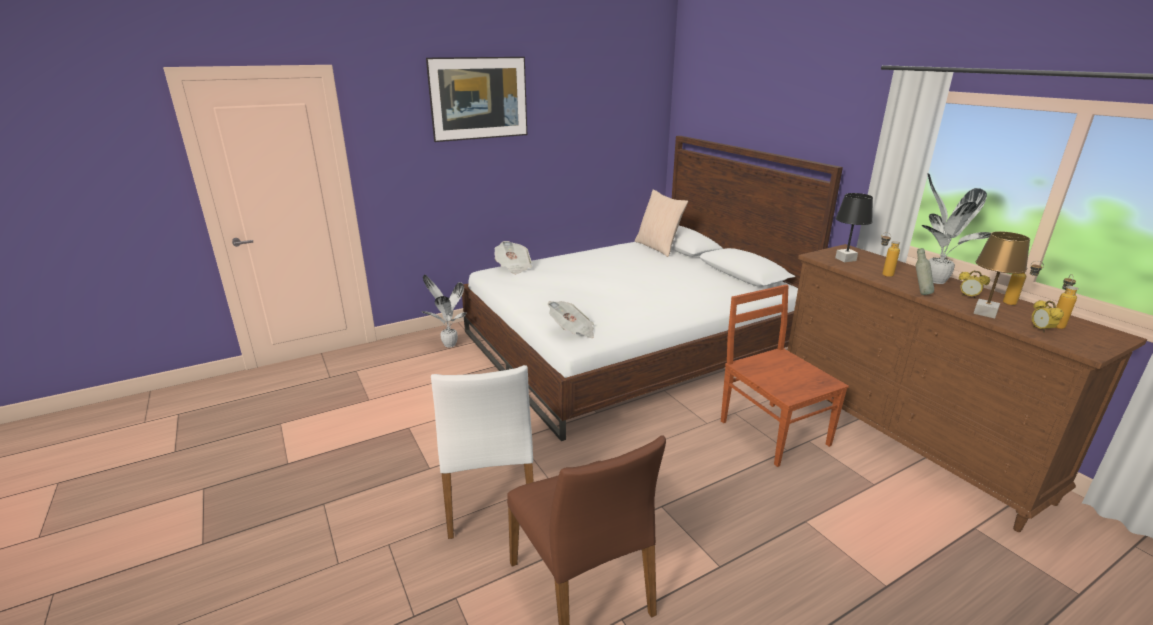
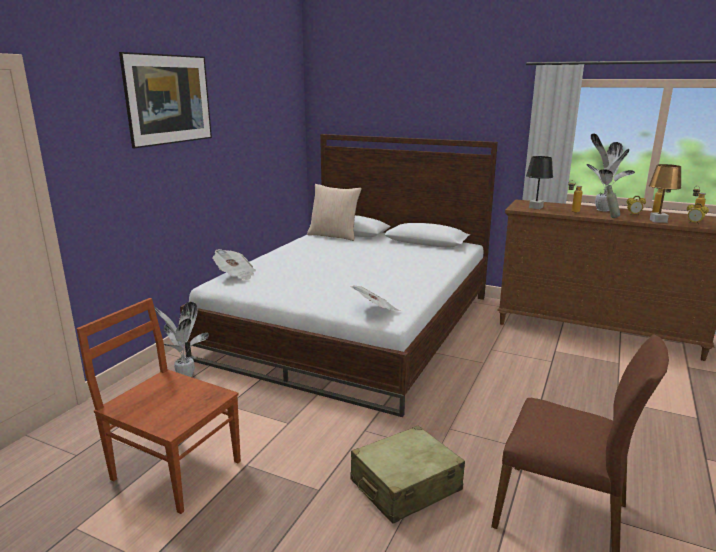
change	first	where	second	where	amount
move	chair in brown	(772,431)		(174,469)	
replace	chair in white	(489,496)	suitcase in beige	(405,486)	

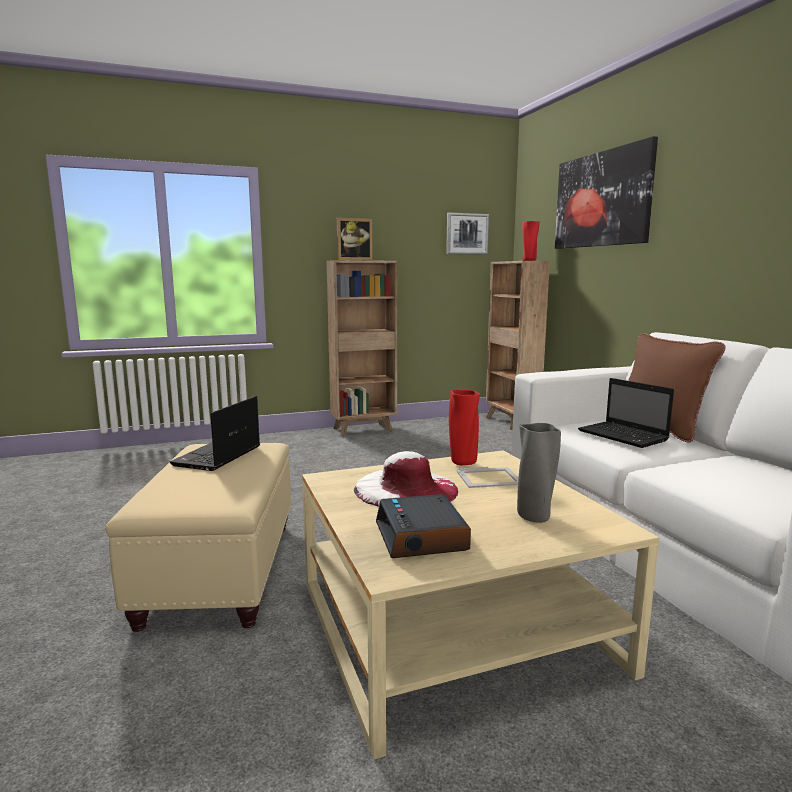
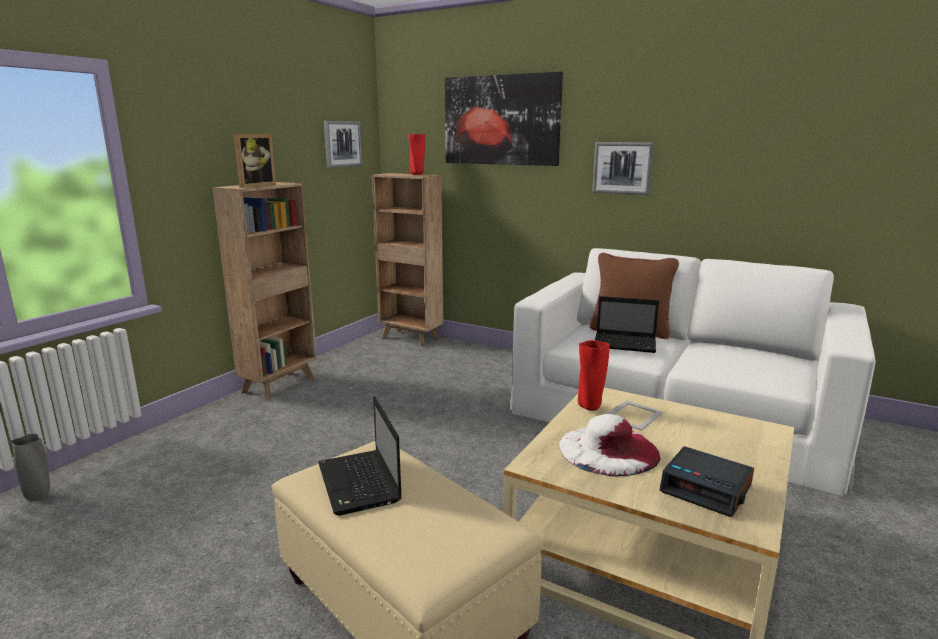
change	first	where	second	where	amount
insert			picture	(622,168)	
move	vase in grey	(535,517)		(39,496)	

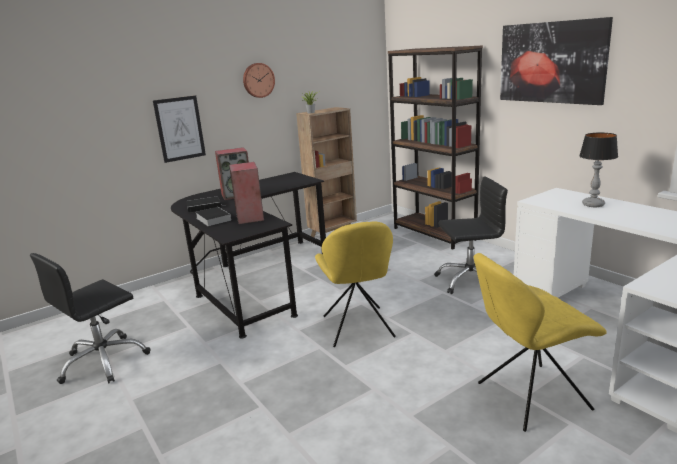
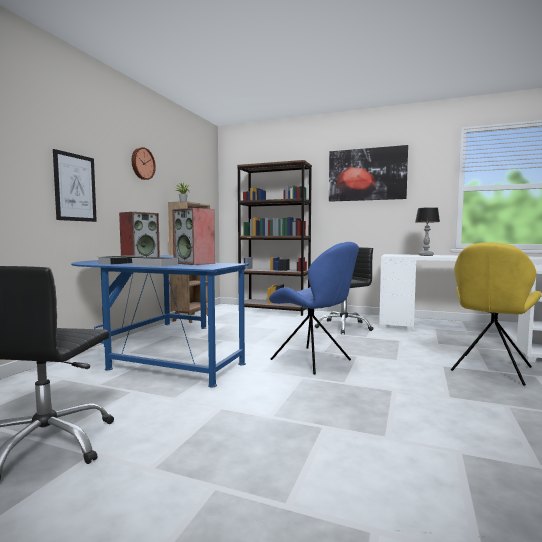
change	first	where	second	where	amount
recolor	desk in black	(254,280)	desk in blue	(158,350)	
recolor	chair in yellow	(358,328)	chair in blue	(313,361)	

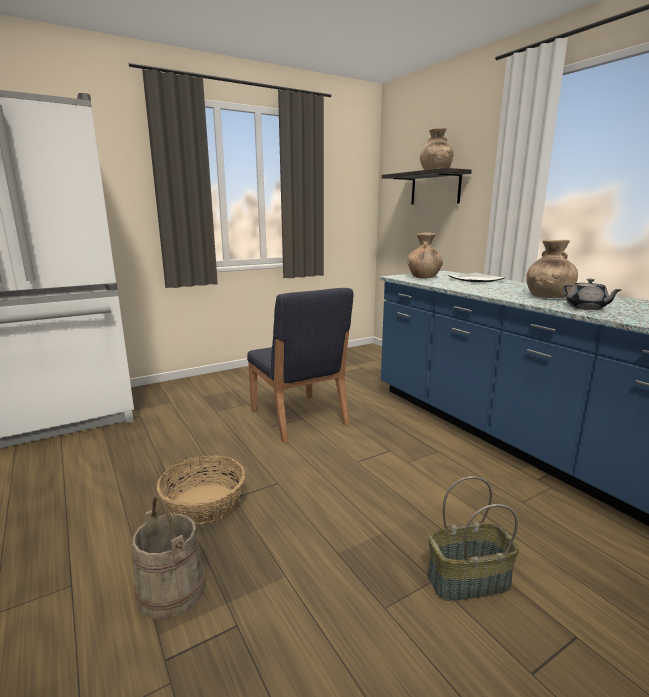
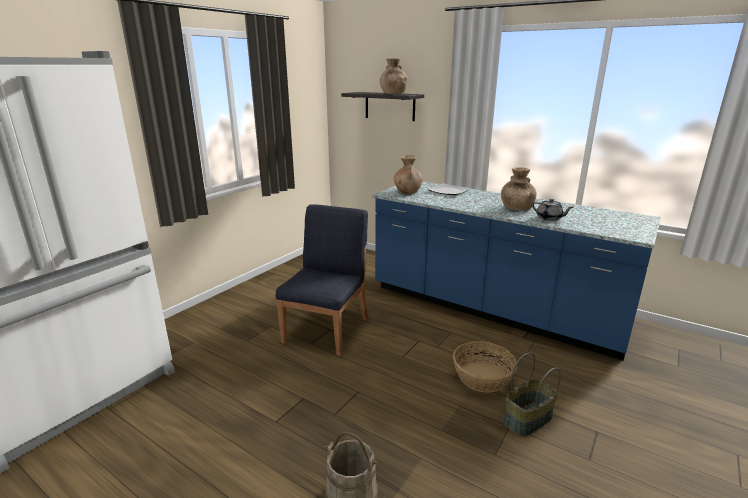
change	first	where	second	where	amount
move	basket	(203,504)		(482,377)	
rotate	chair in blue	(298,417)		(327,329)	105 degrees counterclockwise

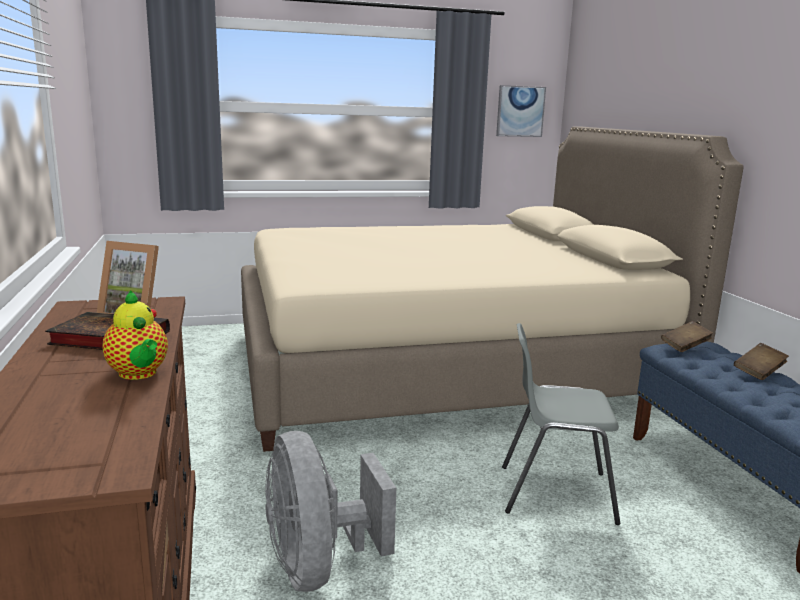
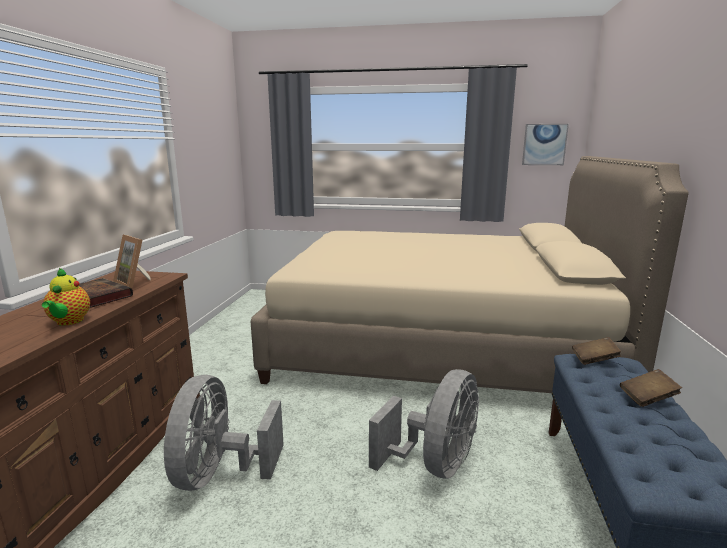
change	first	where	second	where	amount
replace	chair in grey	(555,493)	fan in grey	(435,464)	

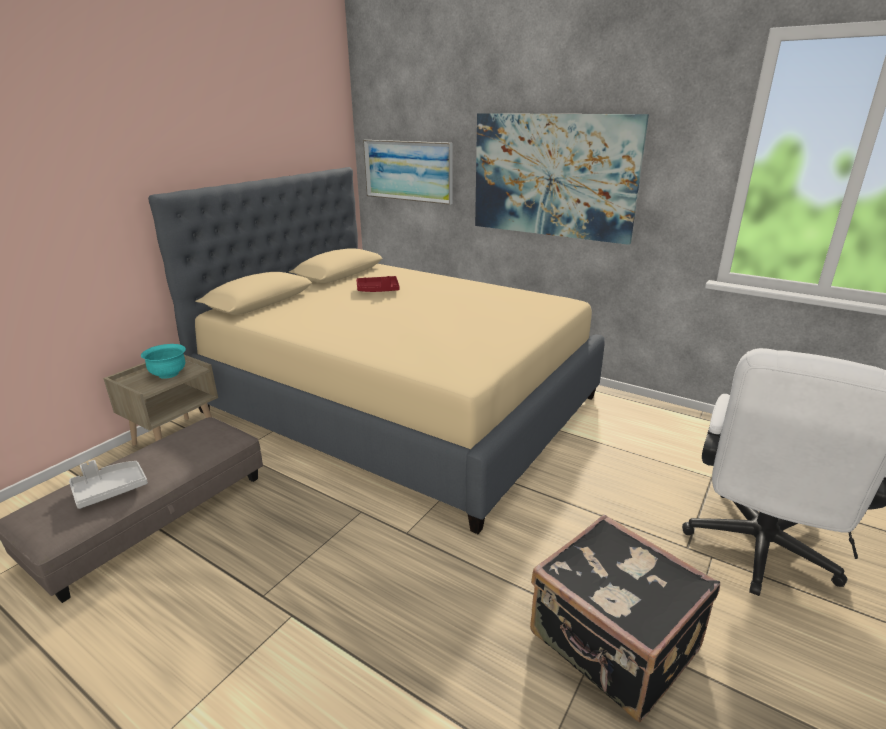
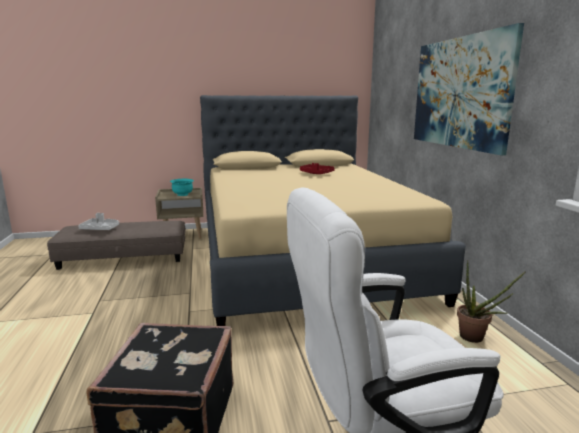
change	first	where	second	where	amount
delete	picture	(408,171)			
insert			potted plant	(476,338)	

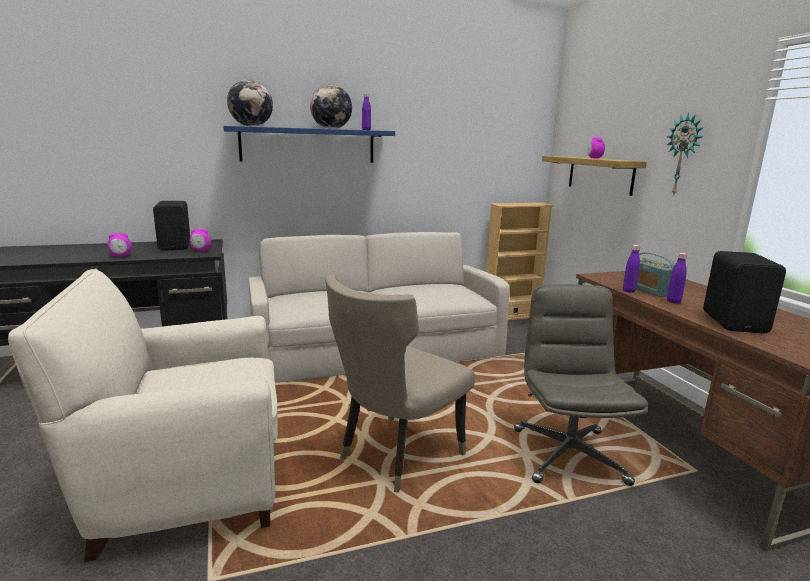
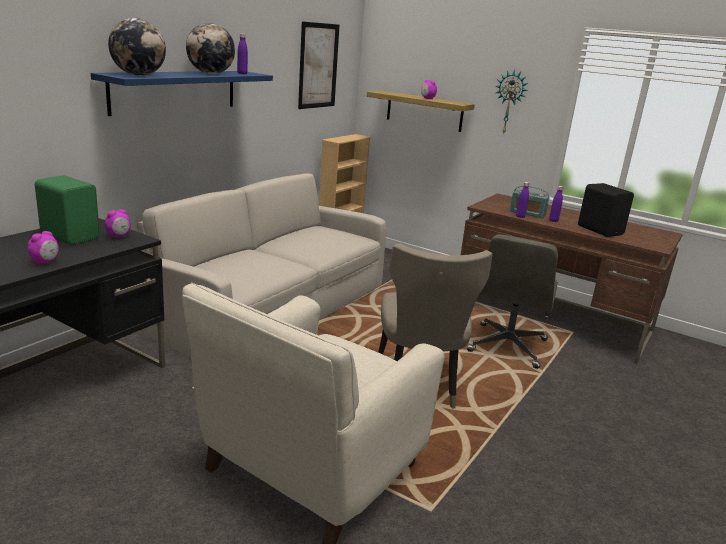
change	first	where	second	where	amount
insert			picture	(318,66)	
recolor	speaker in black	(176,246)	speaker in green	(71,236)	
rotate	office chair in grey	(567,455)		(507,346)	120 degrees counterclockwise

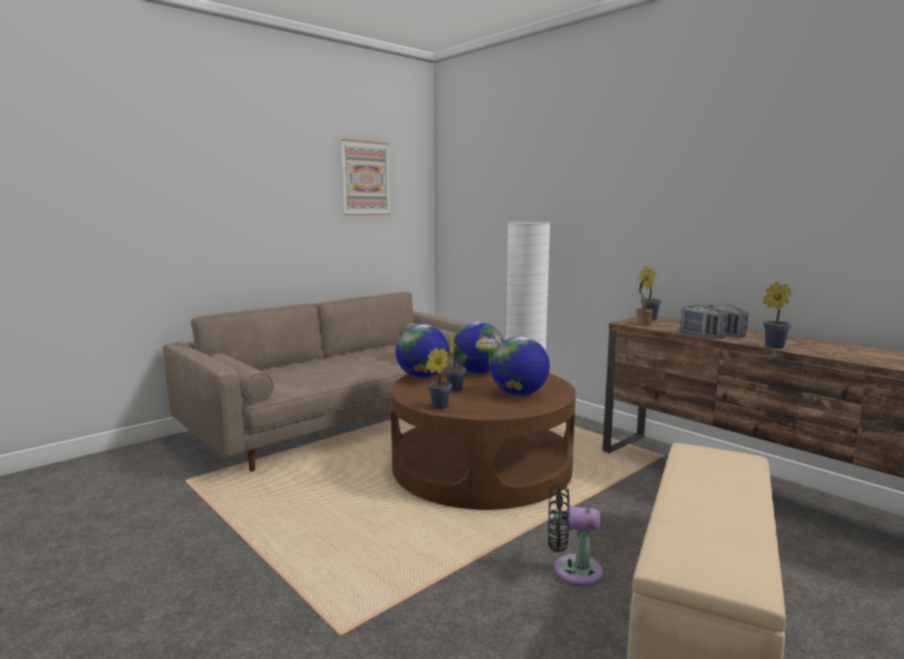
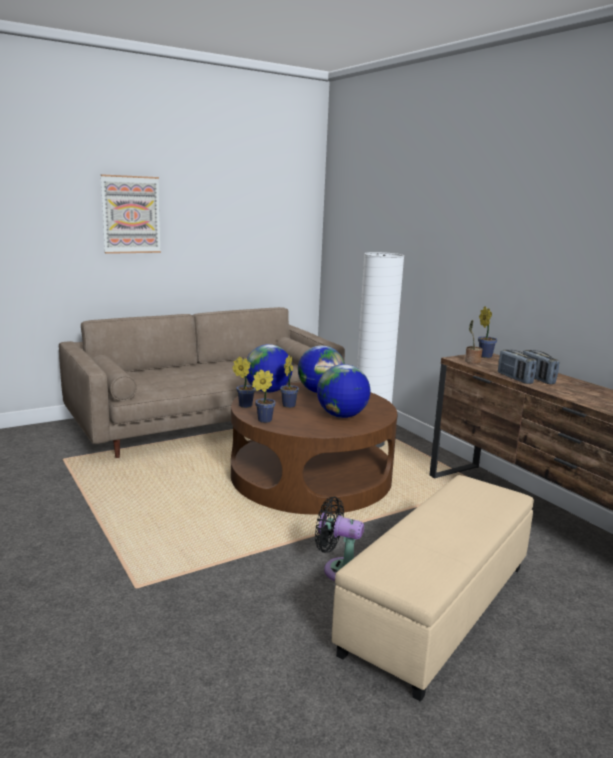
change	first	where	second	where	amount
move	picture	(365,178)		(131,214)	
move	potted plant	(772,346)		(244,405)	

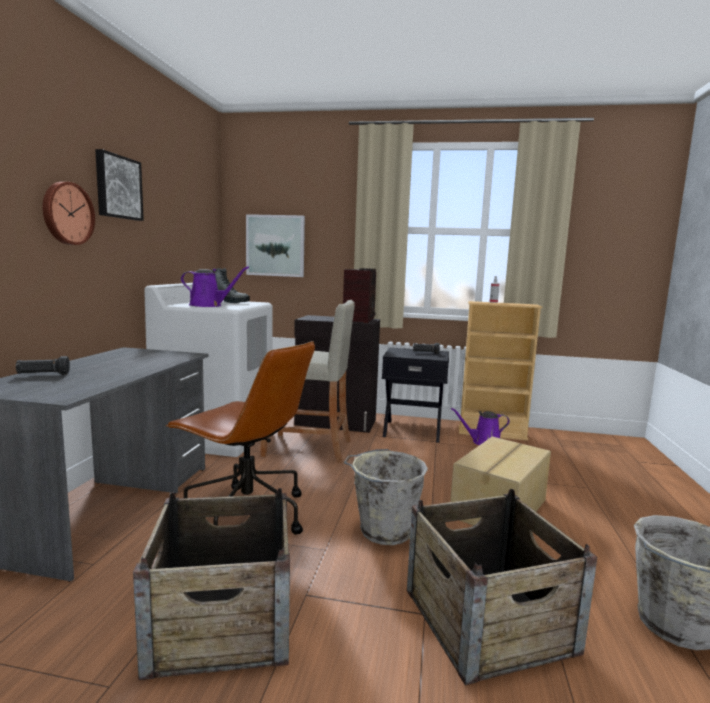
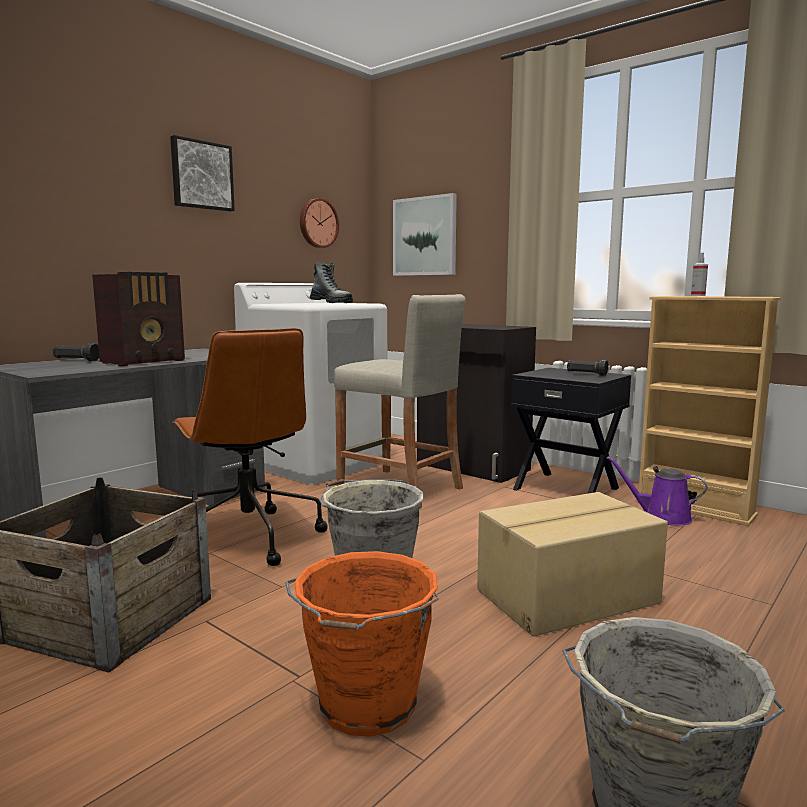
change	first	where	second	where	amount
delete	watering can in purple	(209,305)			
move	wall clock	(67,213)		(317,223)	
move	radio	(359,320)		(145,361)	
replace	crate	(488,619)	bucket in orange	(366,707)	

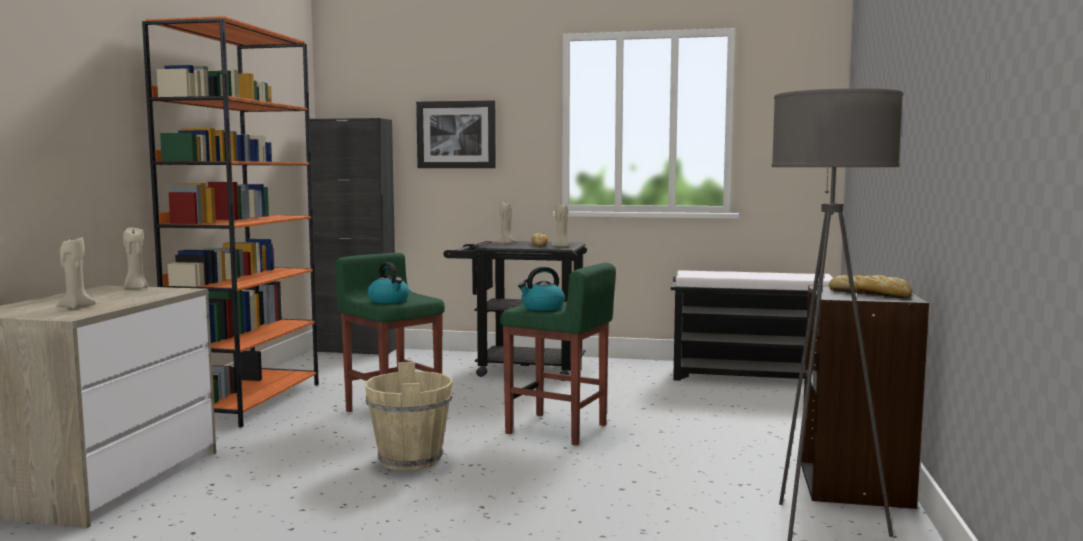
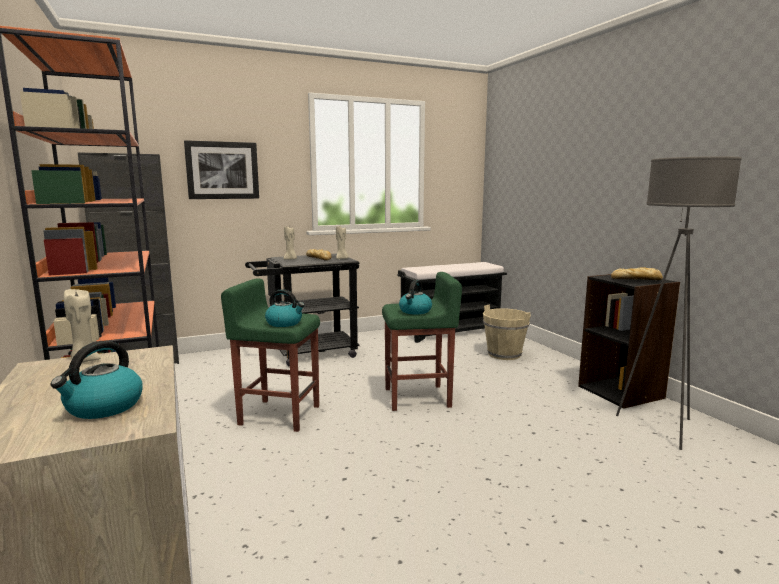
change	first	where	second	where	amount
move	bucket in beige	(410,459)		(504,354)	
replace	candle in beige	(76,307)	kettle	(103,407)	

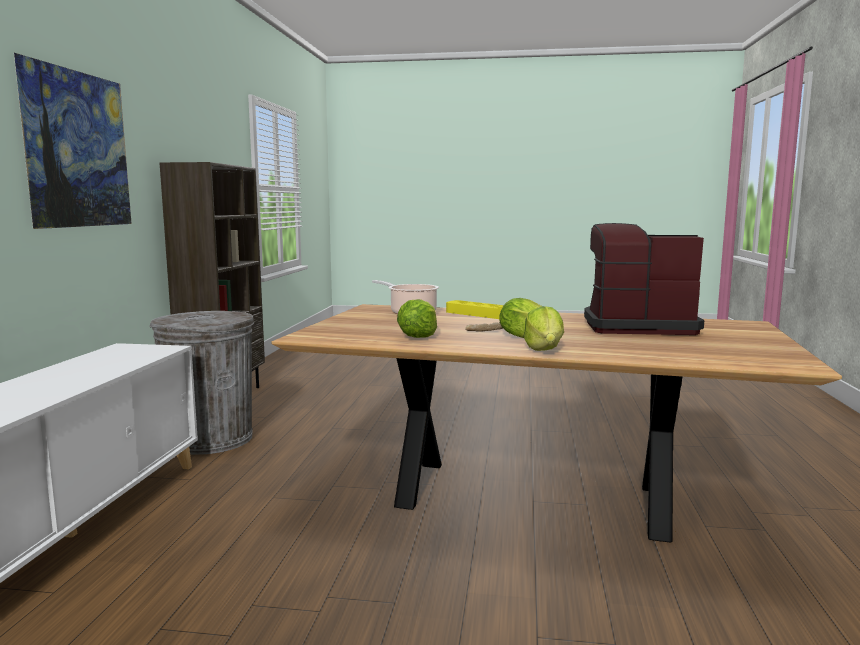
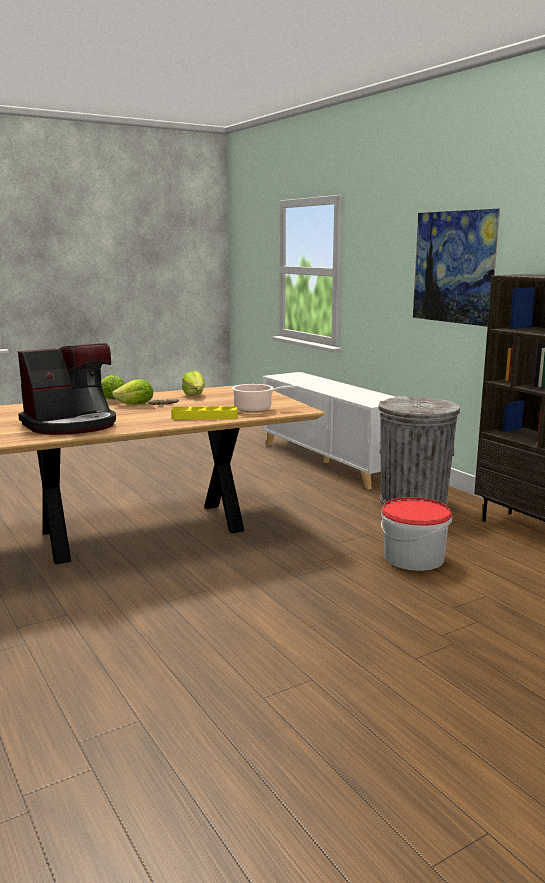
change	first	where	second	where	amount
insert			bucket	(413,557)	

